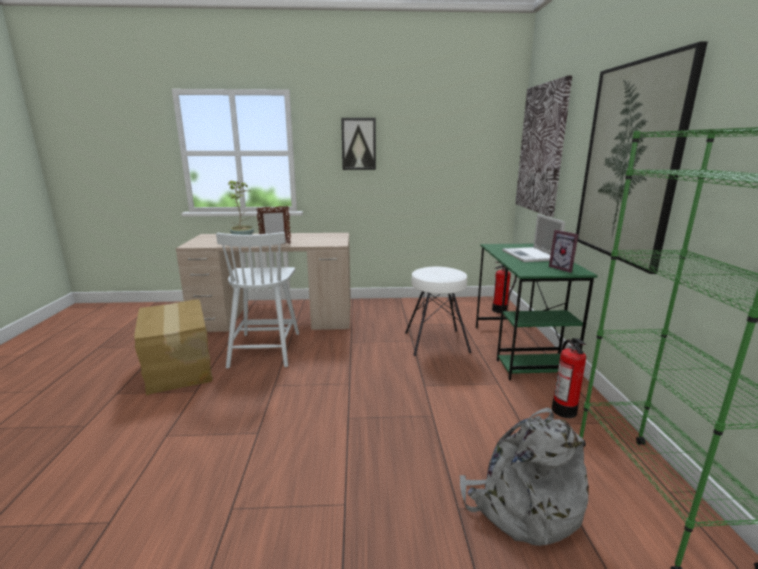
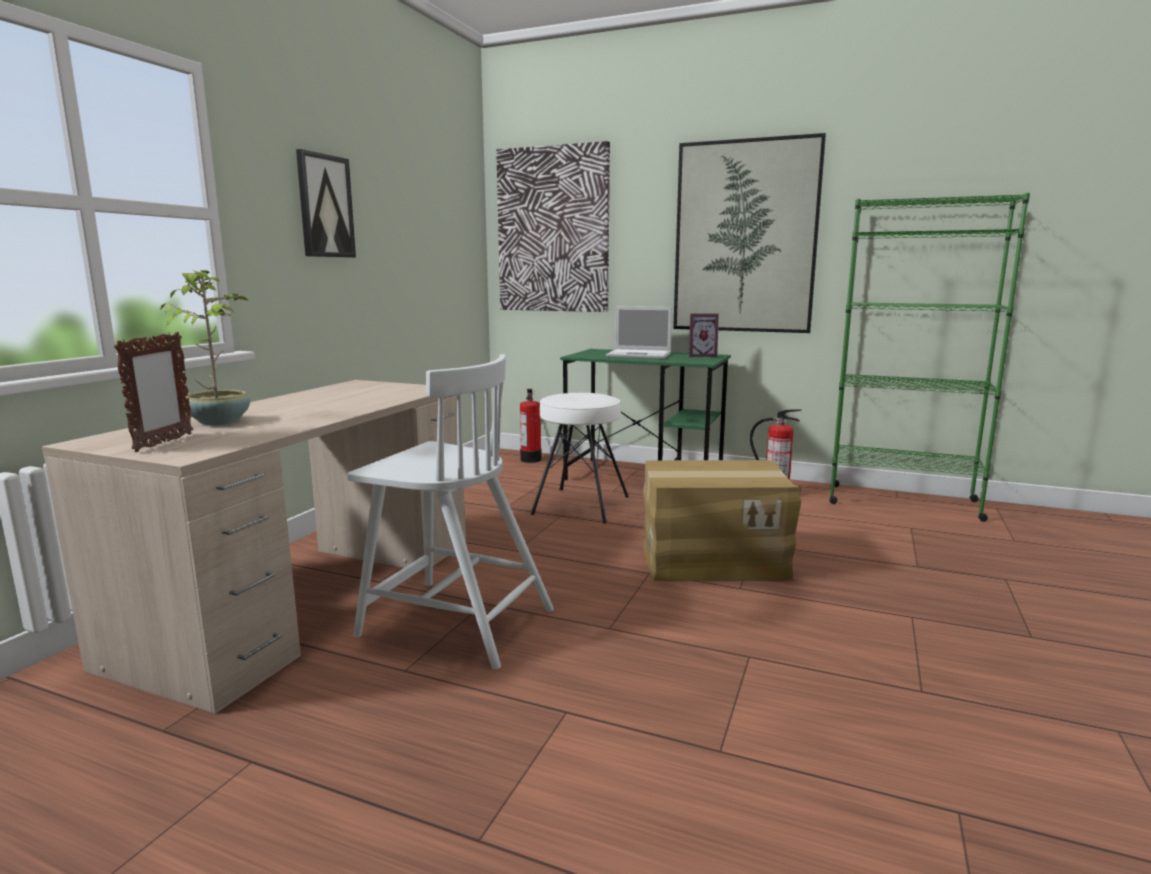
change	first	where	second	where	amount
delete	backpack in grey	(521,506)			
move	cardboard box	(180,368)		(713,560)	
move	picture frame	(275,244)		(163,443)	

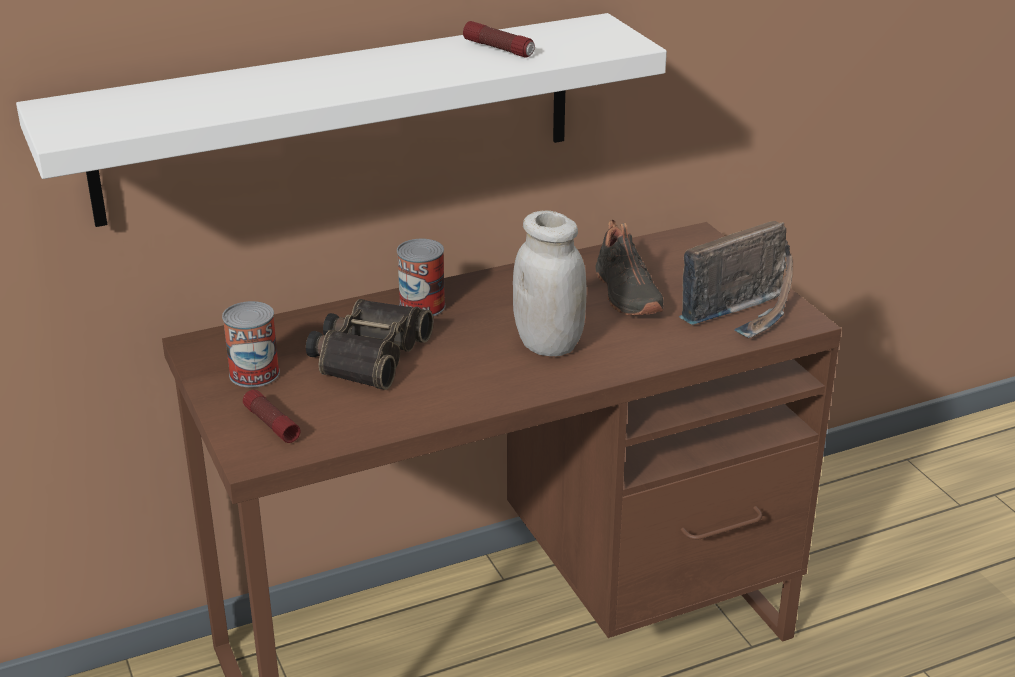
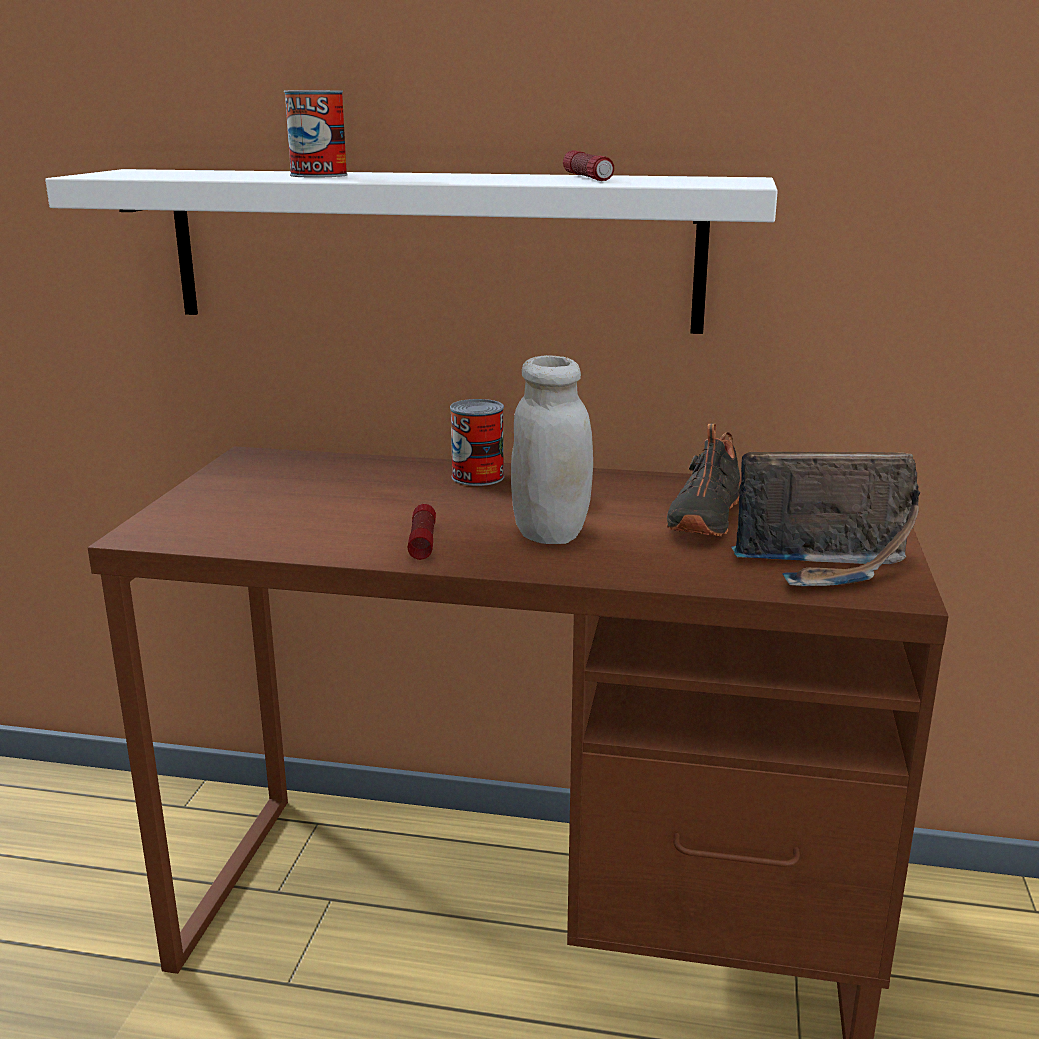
change	first	where	second	where	amount
delete	binoculars	(367,354)			
move	can	(254,373)		(318,175)	
move	flashlight	(271,424)		(422,542)	

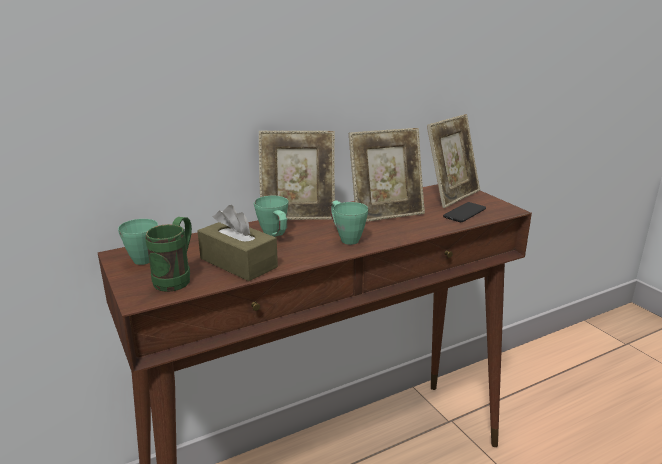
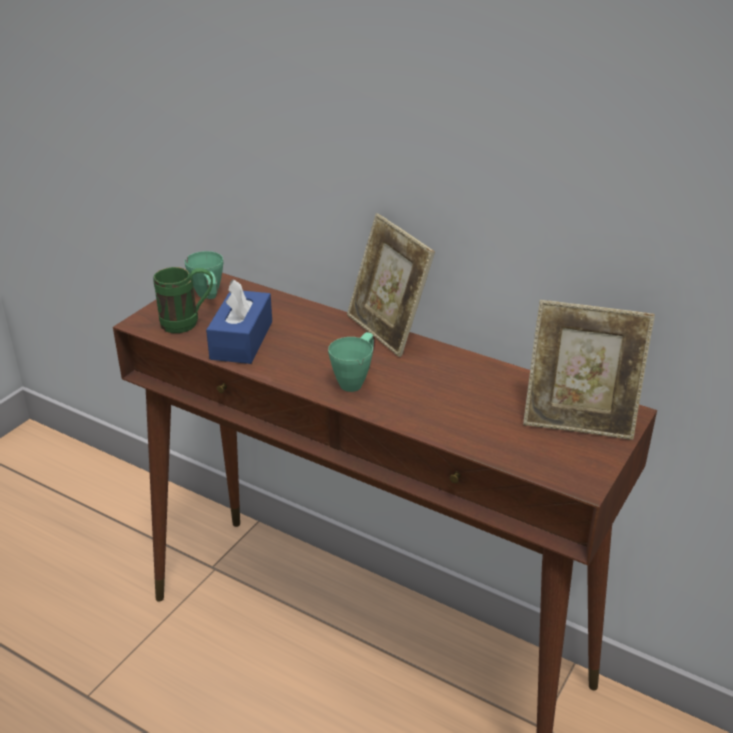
change	first	where	second	where	amount
delete	mug in green	(275,236)			
delete	picture frame	(386,213)			
delete	phone	(464,213)			
recolor	tissue box in brown	(238,263)	tissue box in blue	(241,340)	

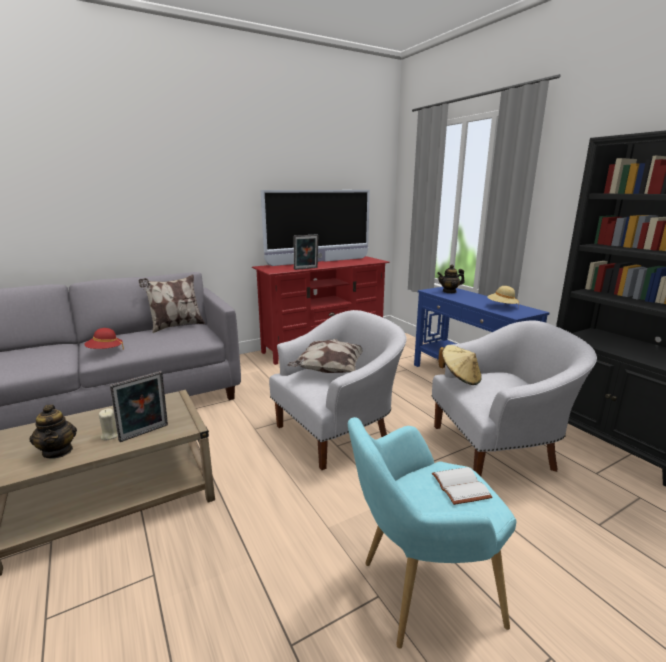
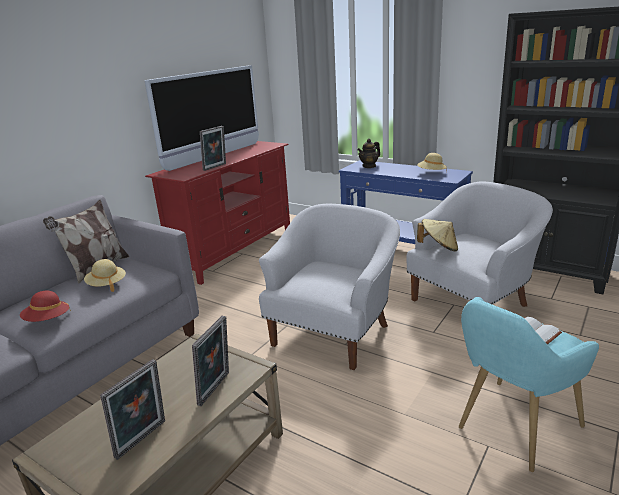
change	first	where	second	where	amount
delete	candle in beige	(110,435)			
delete	pillow	(329,370)			
insert			hat in beige	(107,284)	
replace	teapot	(58,451)	picture frame	(143,440)	

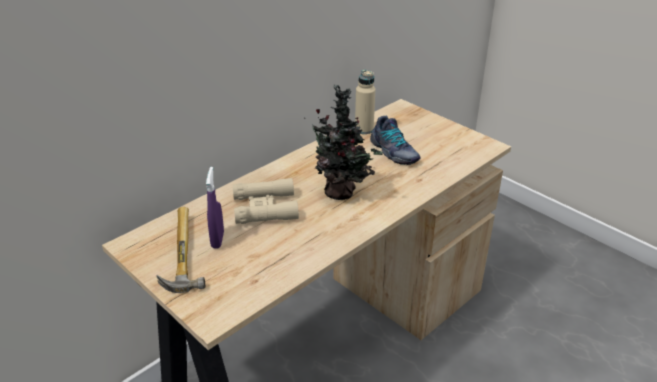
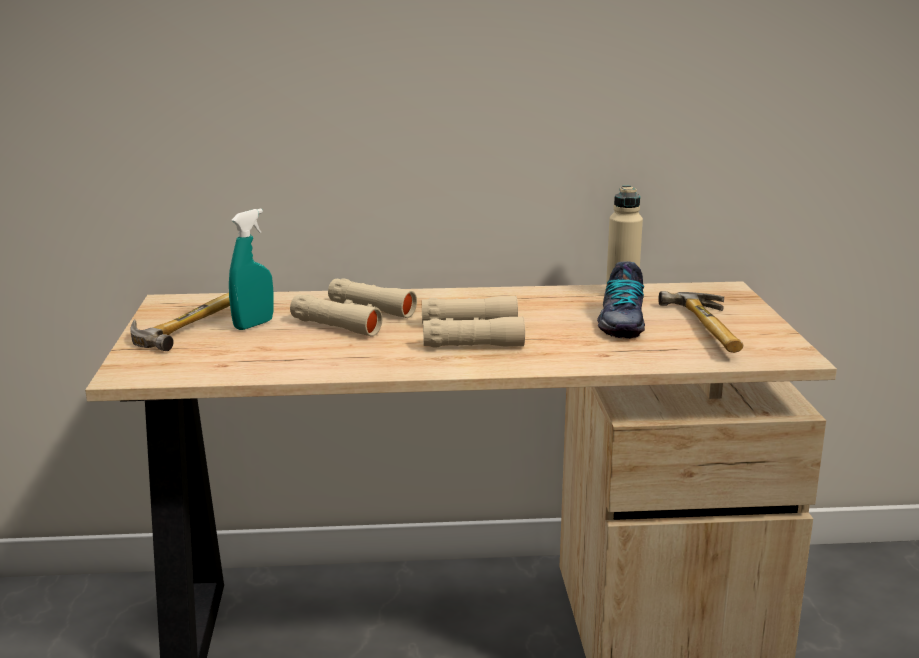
change	first	where	second	where	amount
insert			hammer	(714,329)	
replace	potted plant	(342,193)	binoculars in beige	(471,335)	
recolor	spray bottle in purple	(217,240)	spray bottle in turquoise	(253,324)	

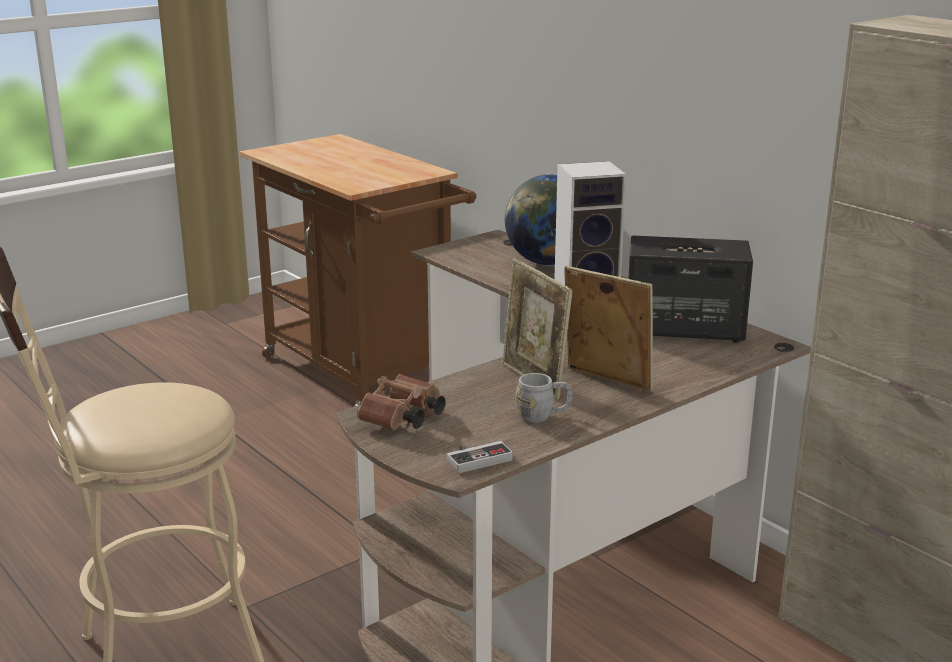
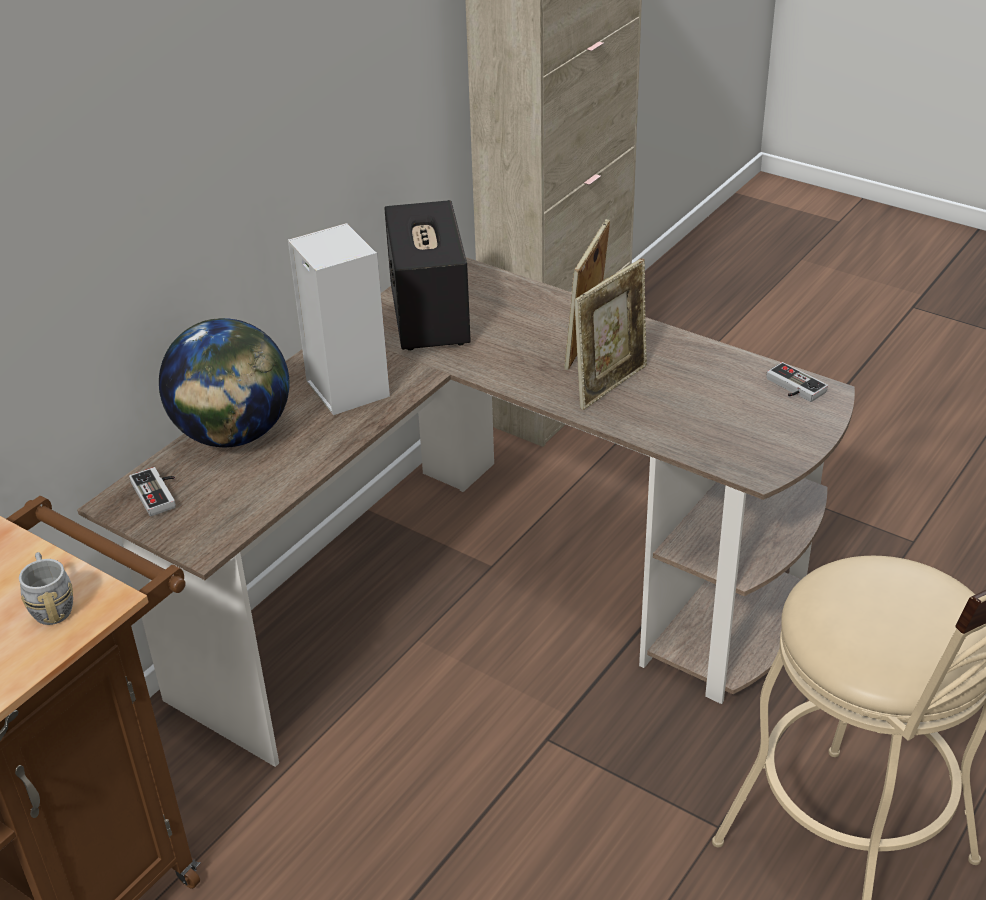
change	first	where	second	where	amount
delete	binoculars in brown	(402,420)			
insert			game controller	(159,493)	
move	mug in grey	(543,416)		(51,604)	

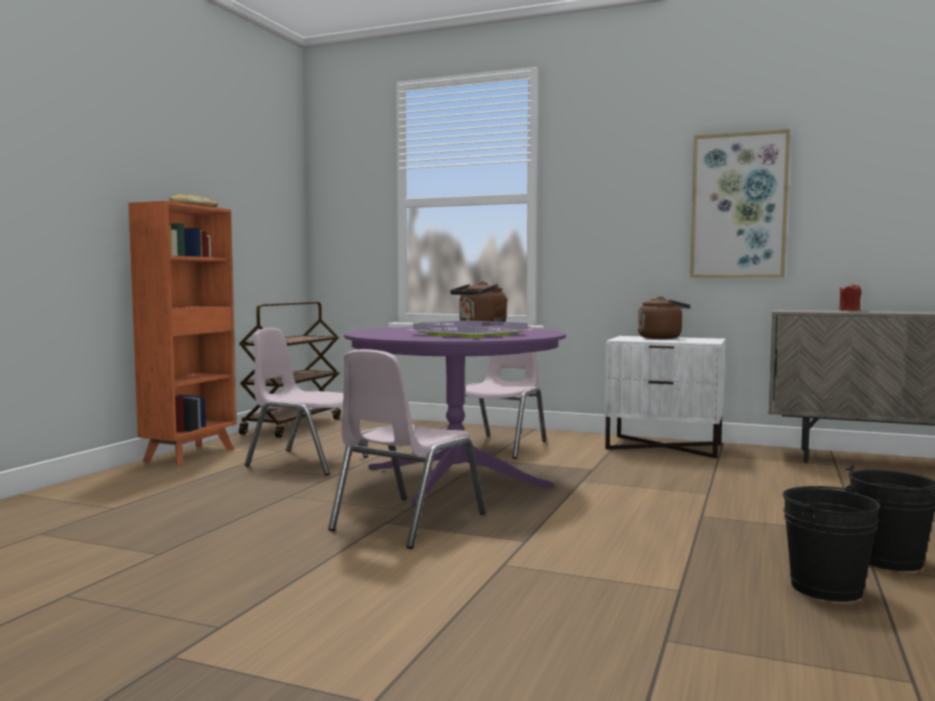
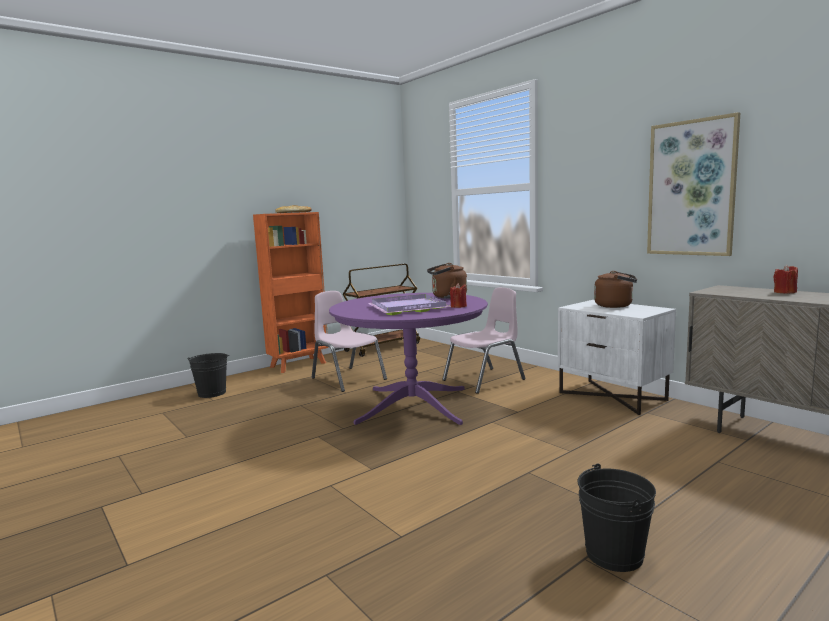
change	first	where	second	where	amount
delete	chair in pink	(406,522)			
insert			candle in red	(458,306)	
move	bucket in black	(826,588)		(212,393)	

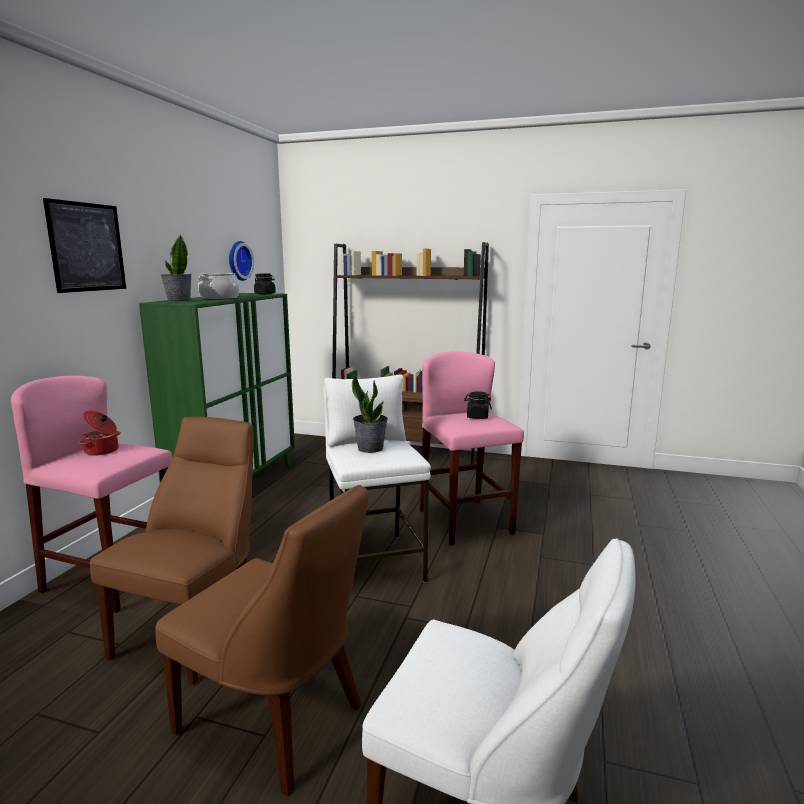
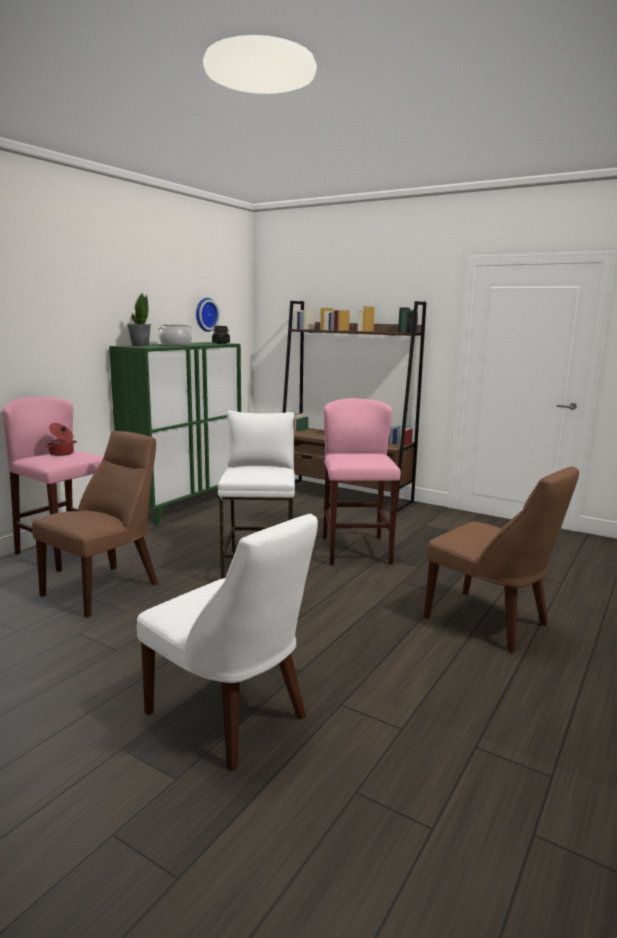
change	first	where	second	where	amount
delete	picture	(87,247)			
delete	potted plant	(370,448)			
delete	jar in black	(477,417)			
move	chair in brown	(277,721)		(491,623)	

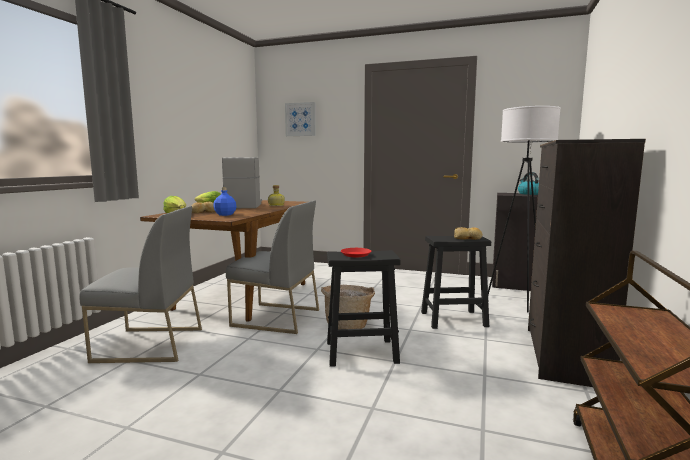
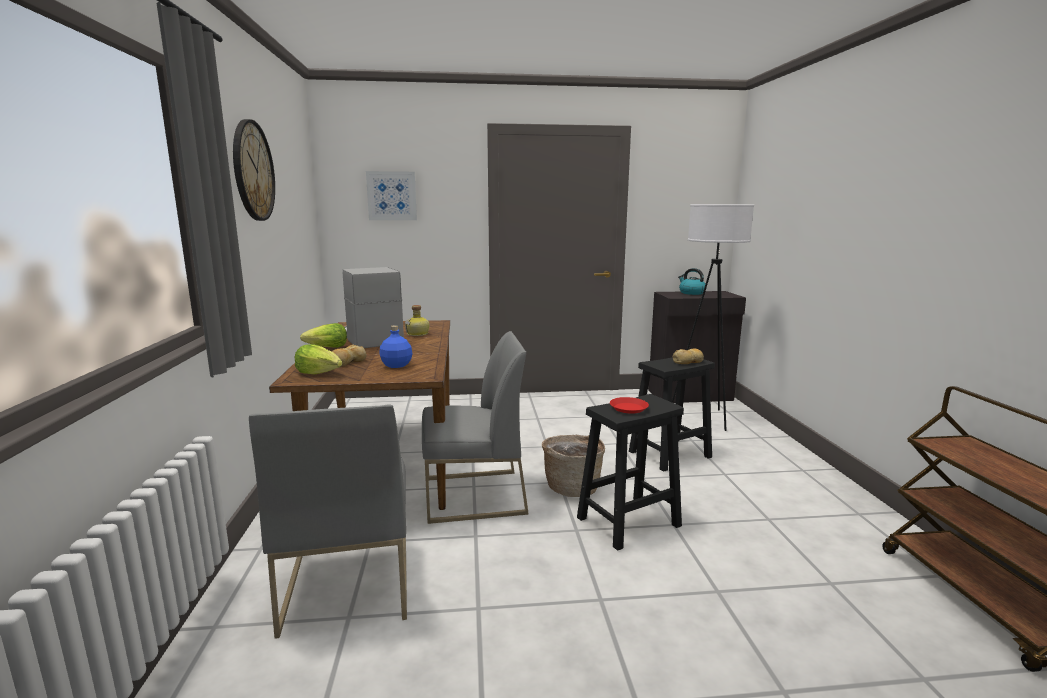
change	first	where	second	where	amount
delete	dresser in black	(564,356)			
insert			wall clock	(253,171)	
rotate	chair in grey	(148,345)		(347,584)	105 degrees clockwise

